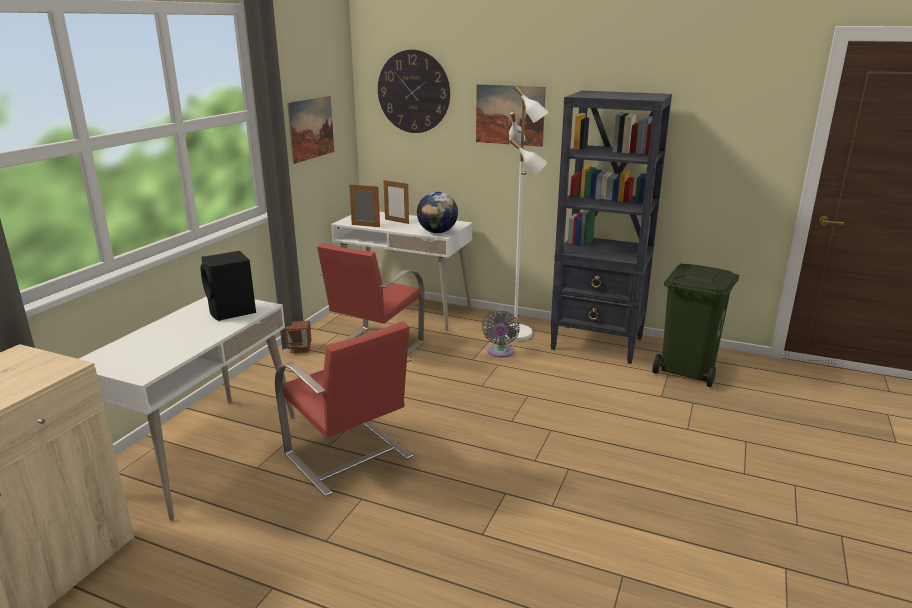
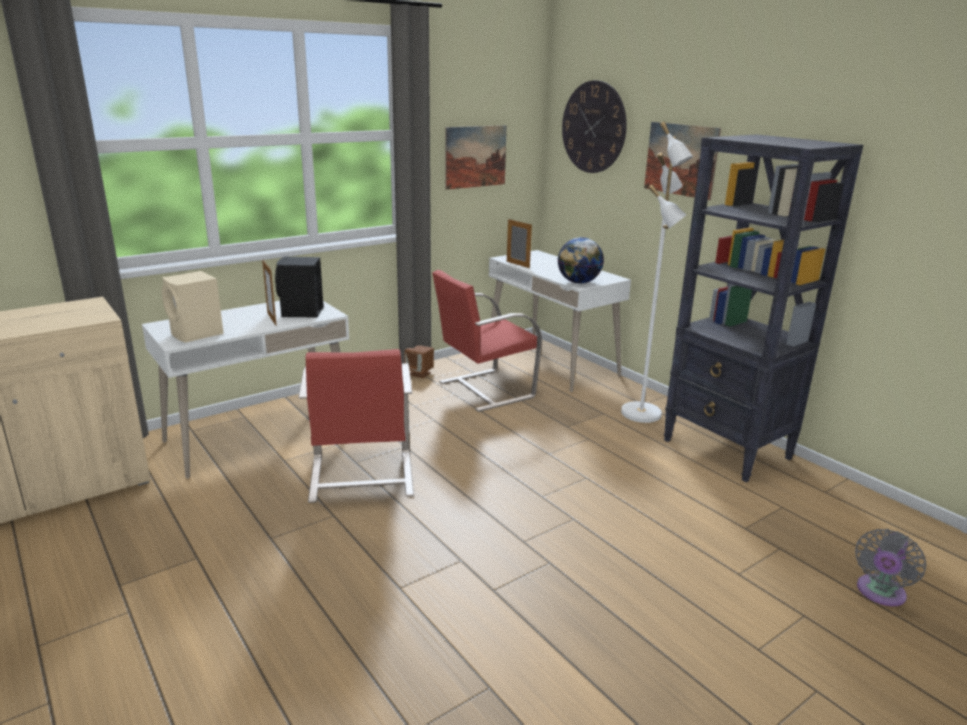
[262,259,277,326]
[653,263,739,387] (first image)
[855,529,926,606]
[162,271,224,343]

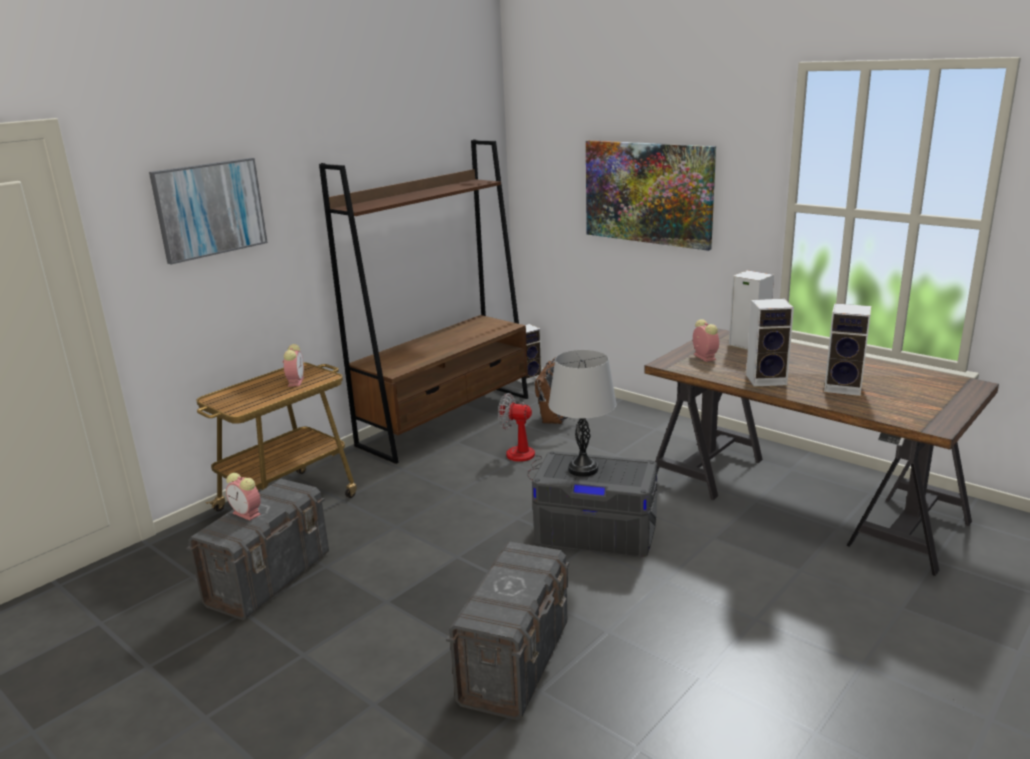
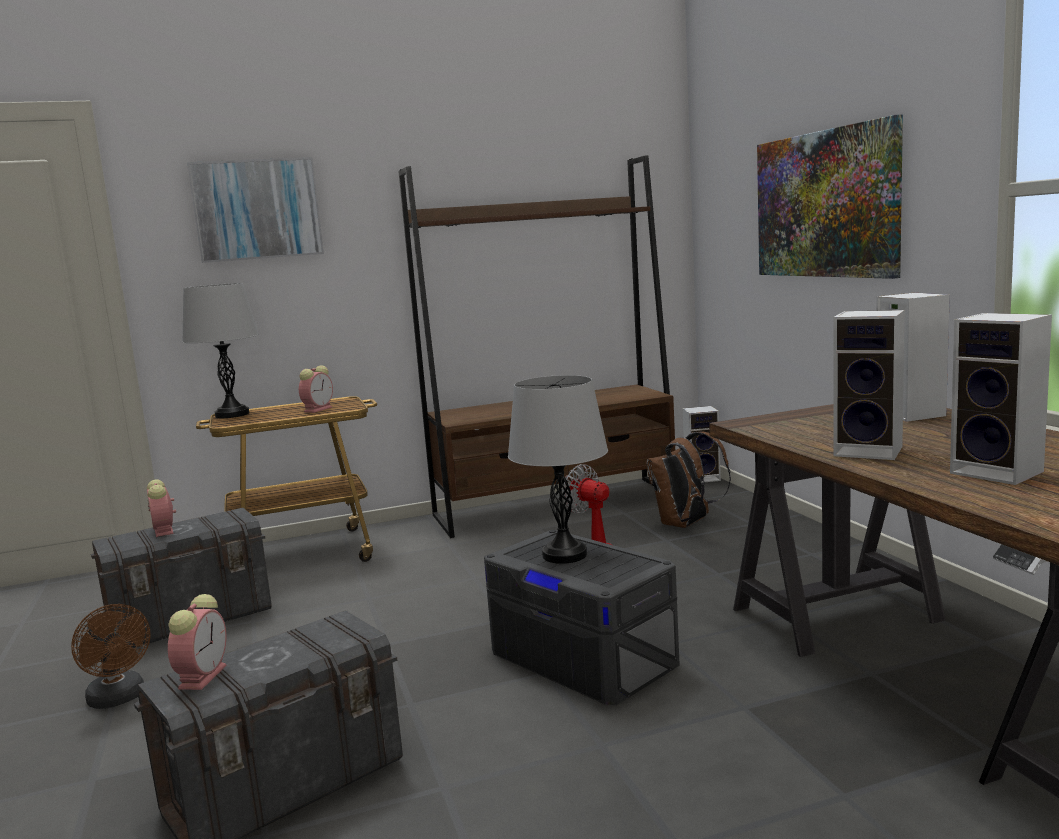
[168,594,226,690]
[182,283,259,418]
[71,604,151,709]

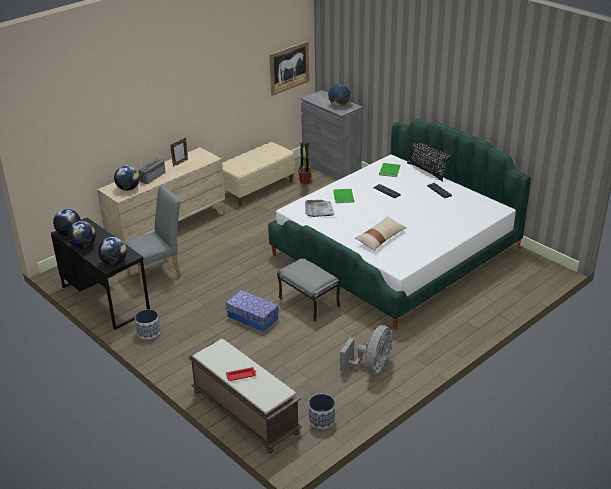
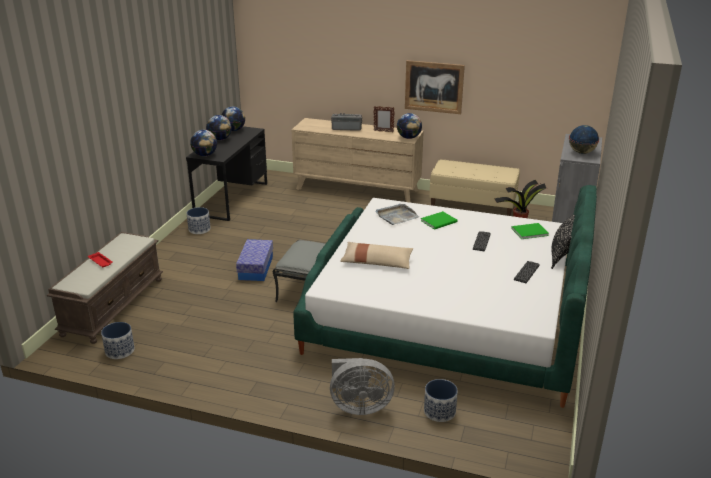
[405,60,465,114]
[397,113,422,139]
[123,185,181,291] (first image)
[330,358,395,415]
[424,379,458,422]

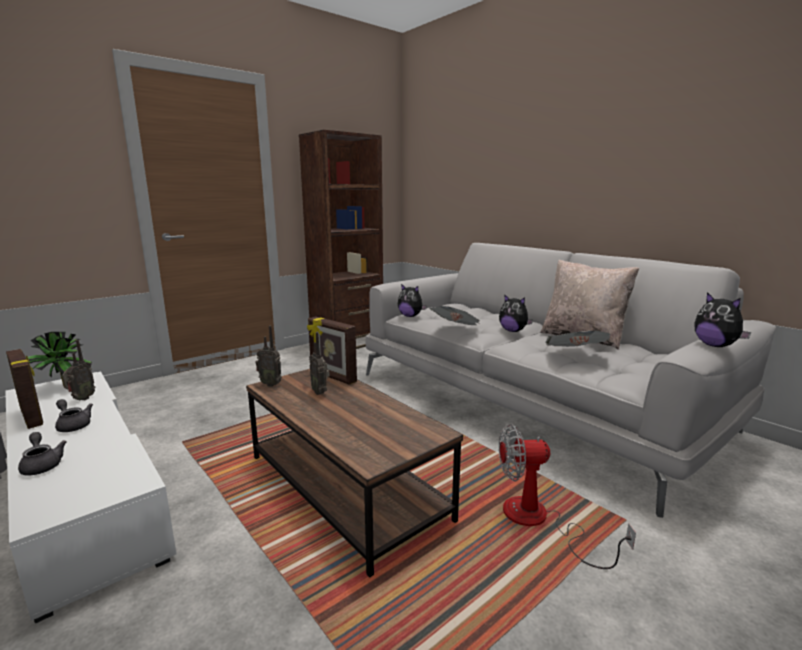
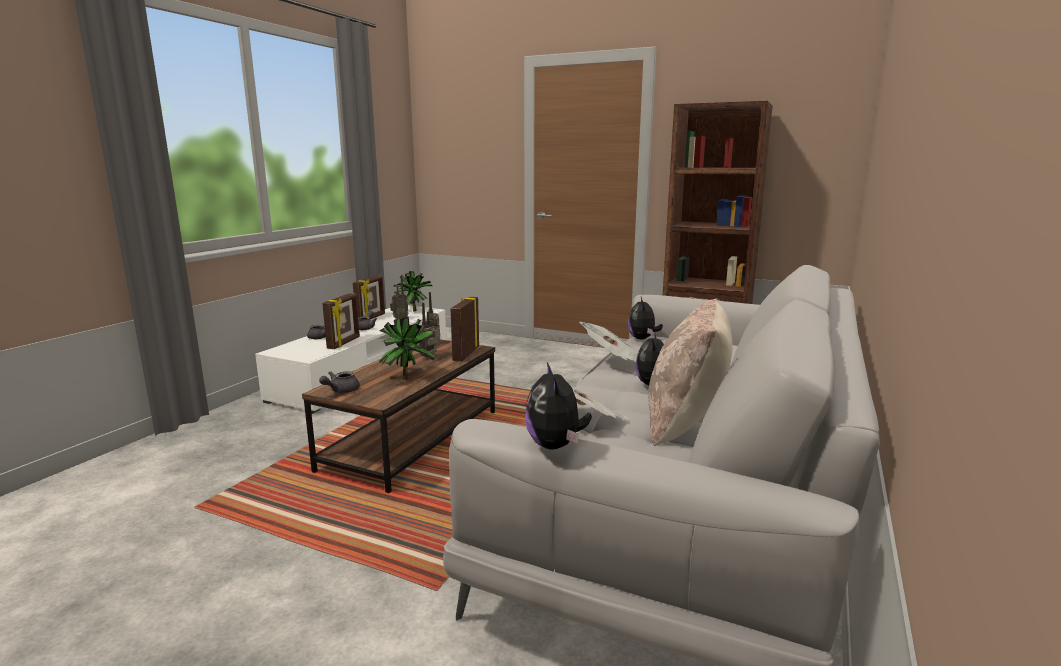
[525,362,592,450]
[499,424,636,569] (first image)
[322,293,360,349]
[379,316,436,379]
[319,371,360,393]

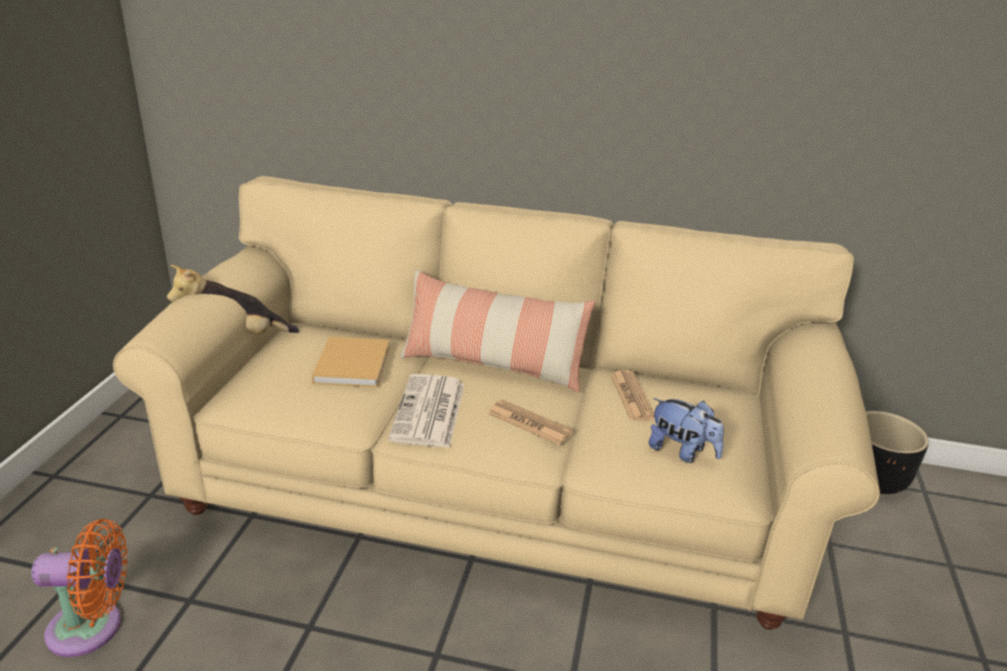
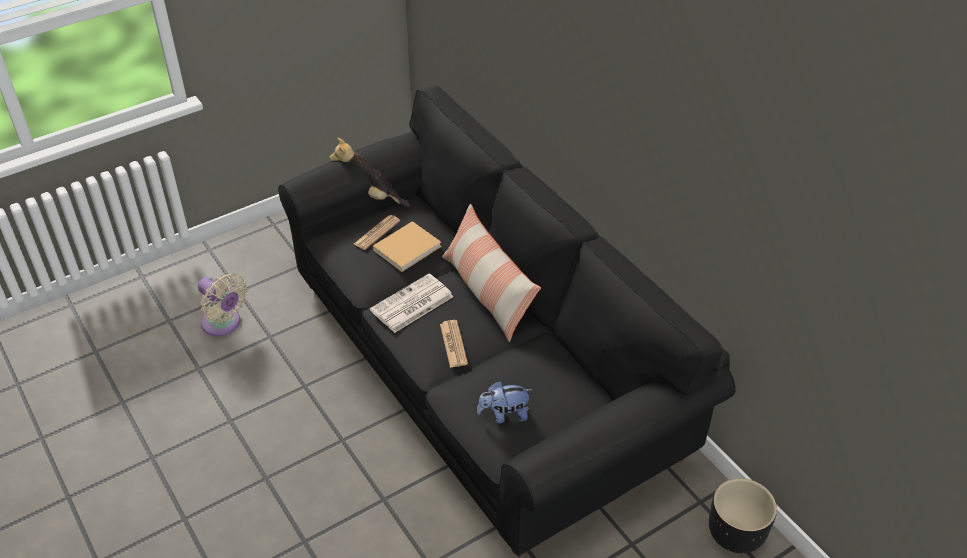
[278,85,736,557]
[354,215,400,250]
[477,381,533,424]
[198,273,248,336]

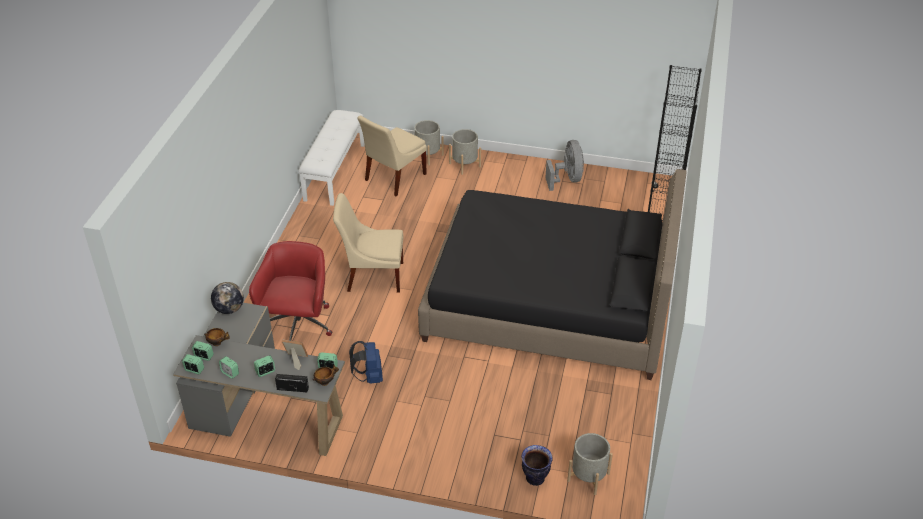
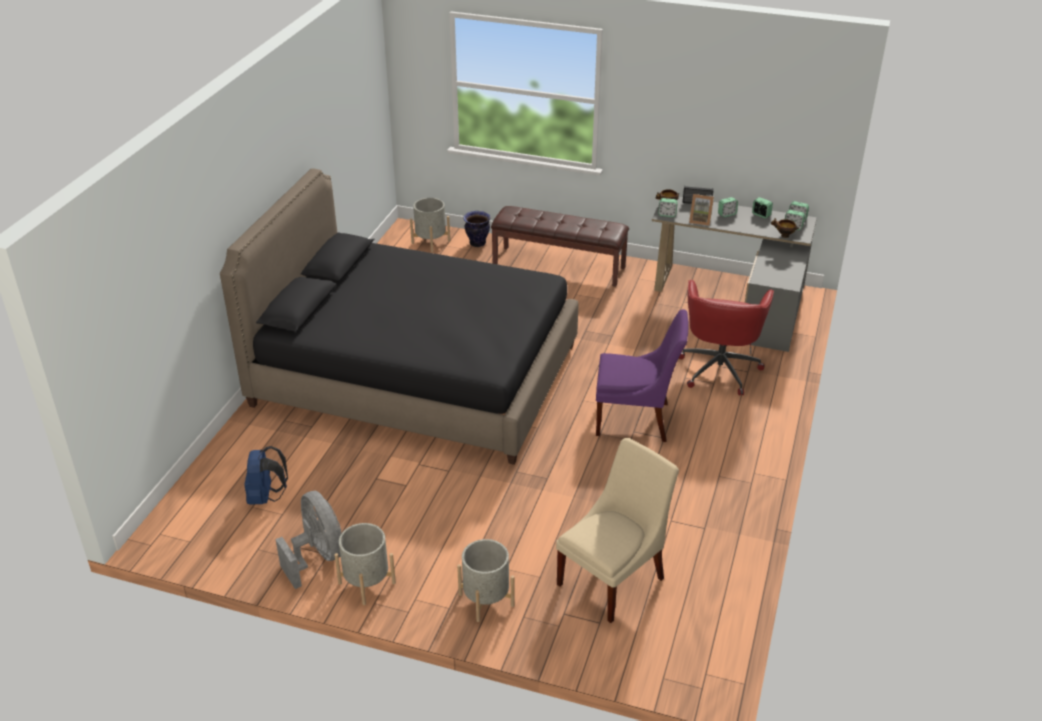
[648,65,702,219] (first image)
[298,110,365,206] (first image)
[334,523,396,605]
[275,491,341,589]
[596,309,688,442]
[211,282,244,314] (first image)
[244,446,288,505]
[491,206,629,287]

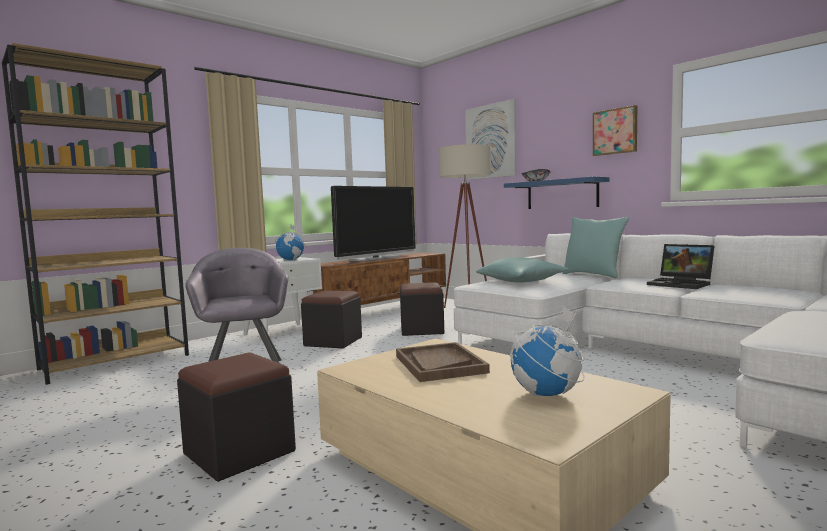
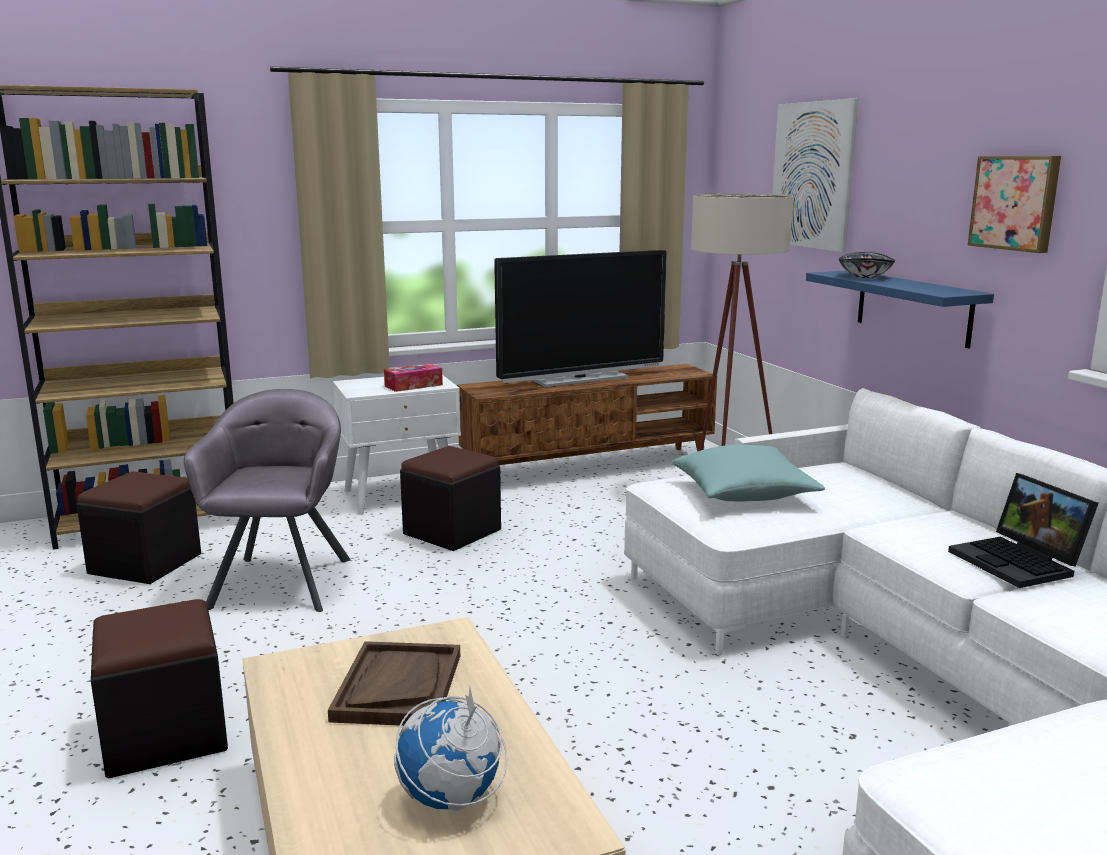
[562,217,629,278] (first image)
[384,363,443,392]
[77,471,201,584]

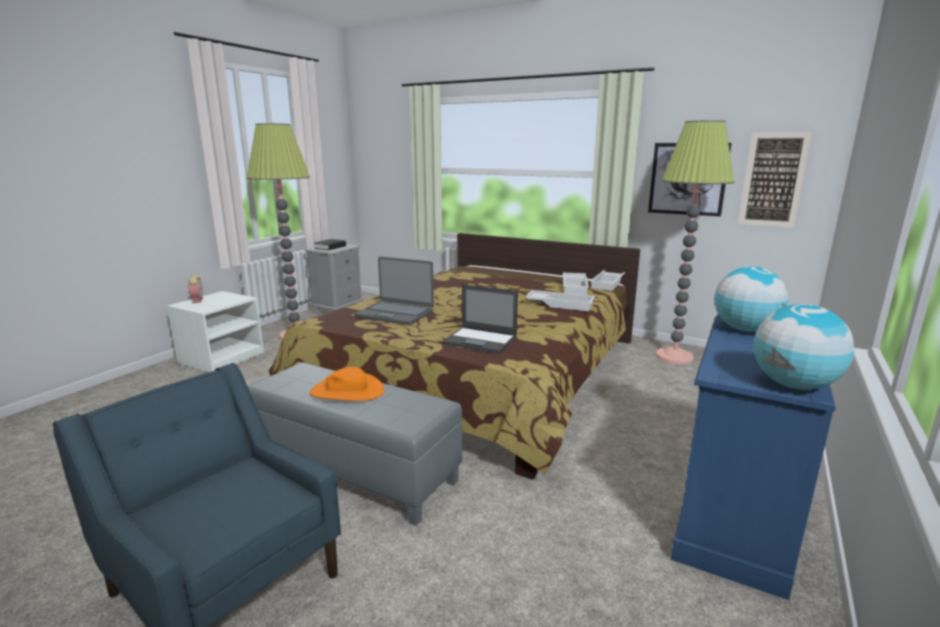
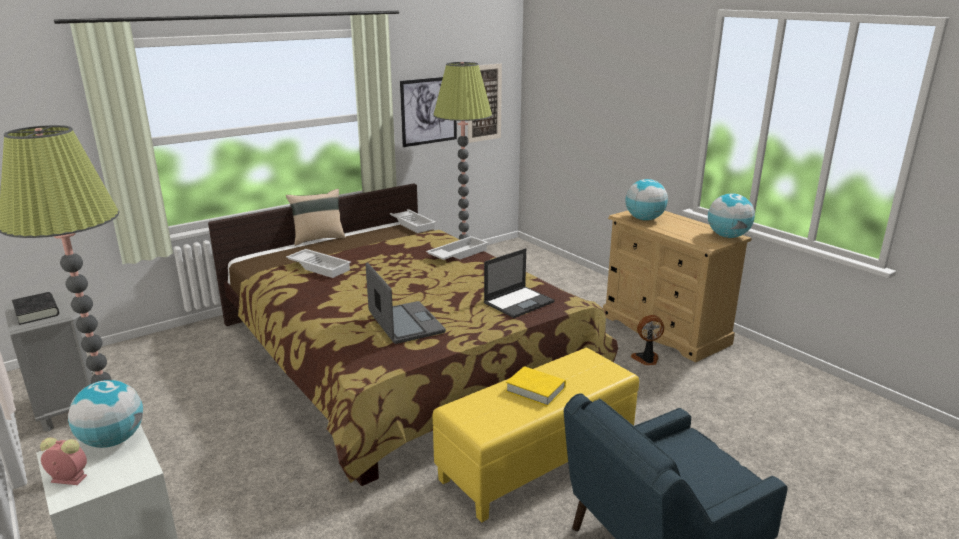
[366,263,446,344]
[286,249,351,278]
[603,211,752,363]
[433,348,639,522]
[506,366,566,407]
[286,189,346,246]
[631,315,664,365]
[68,380,143,448]

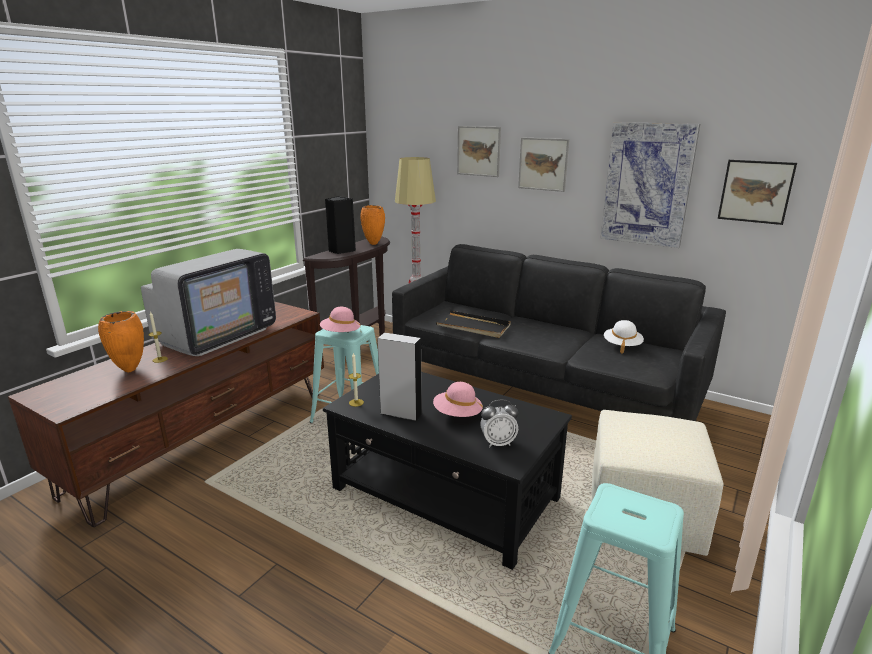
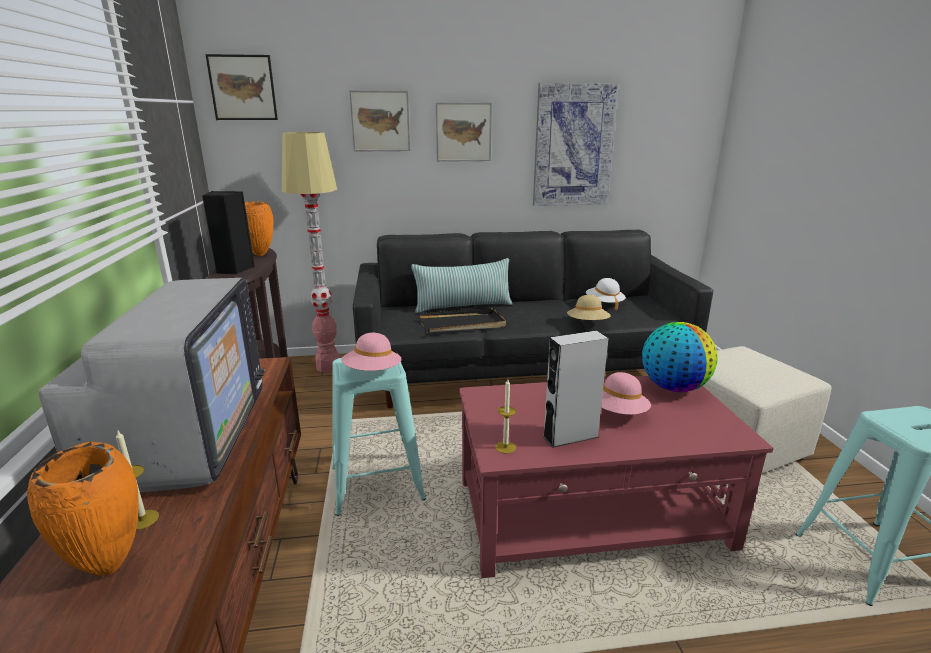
[205,54,278,120]
[459,376,774,578]
[480,400,519,447] (first image)
[411,258,512,313]
[567,295,610,320]
[642,322,718,392]

